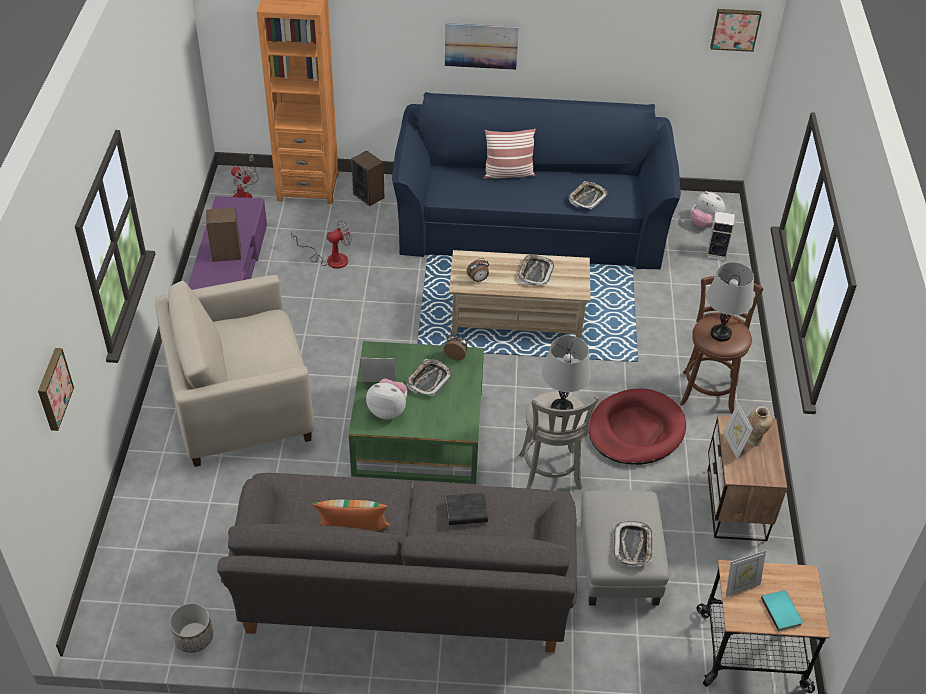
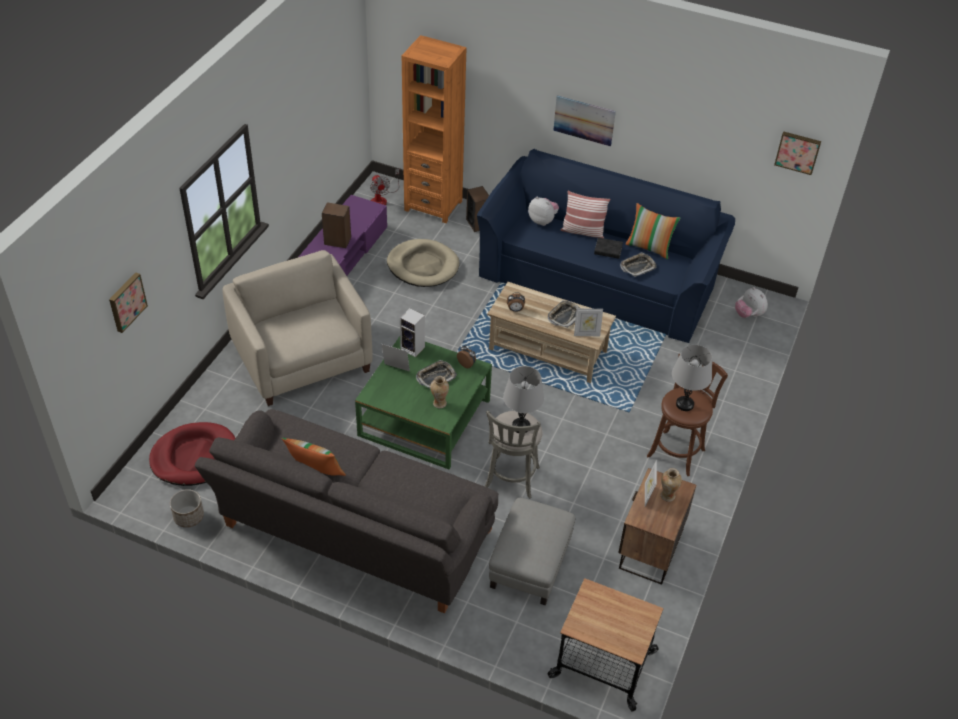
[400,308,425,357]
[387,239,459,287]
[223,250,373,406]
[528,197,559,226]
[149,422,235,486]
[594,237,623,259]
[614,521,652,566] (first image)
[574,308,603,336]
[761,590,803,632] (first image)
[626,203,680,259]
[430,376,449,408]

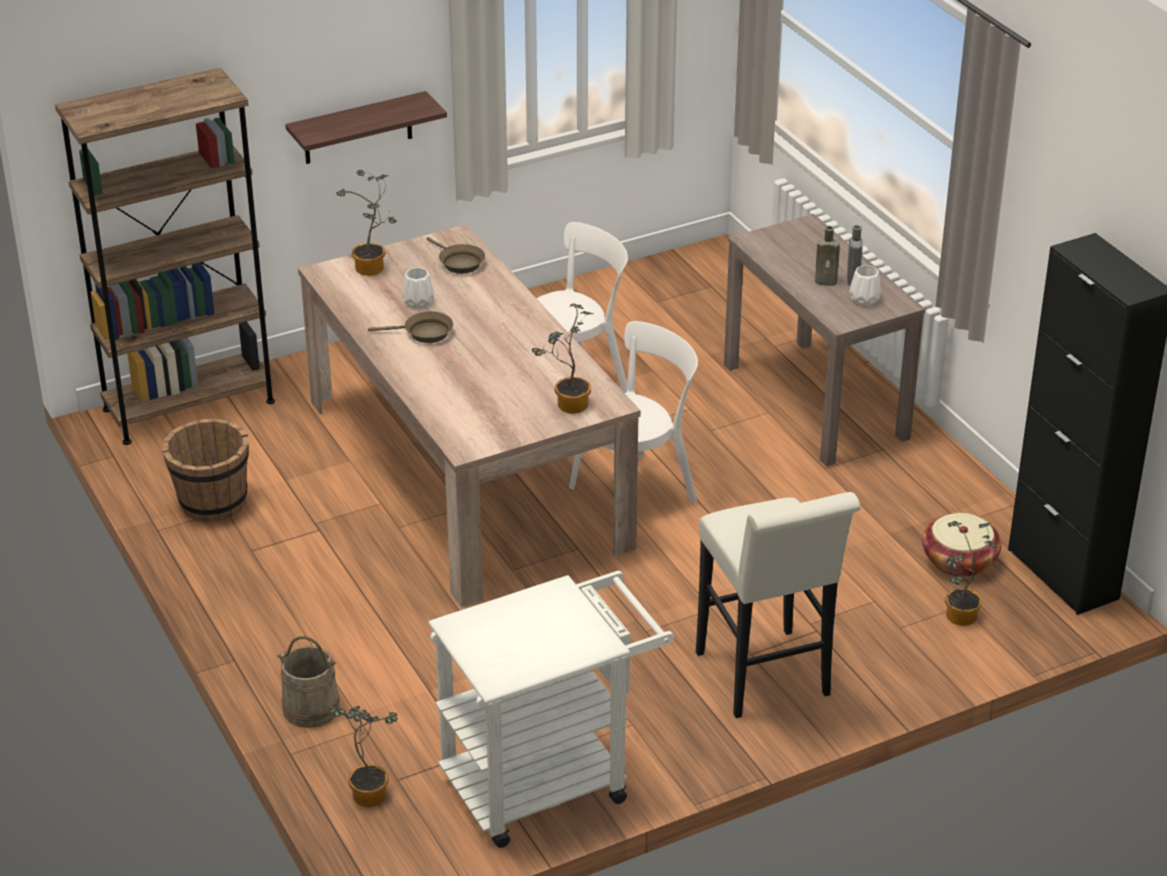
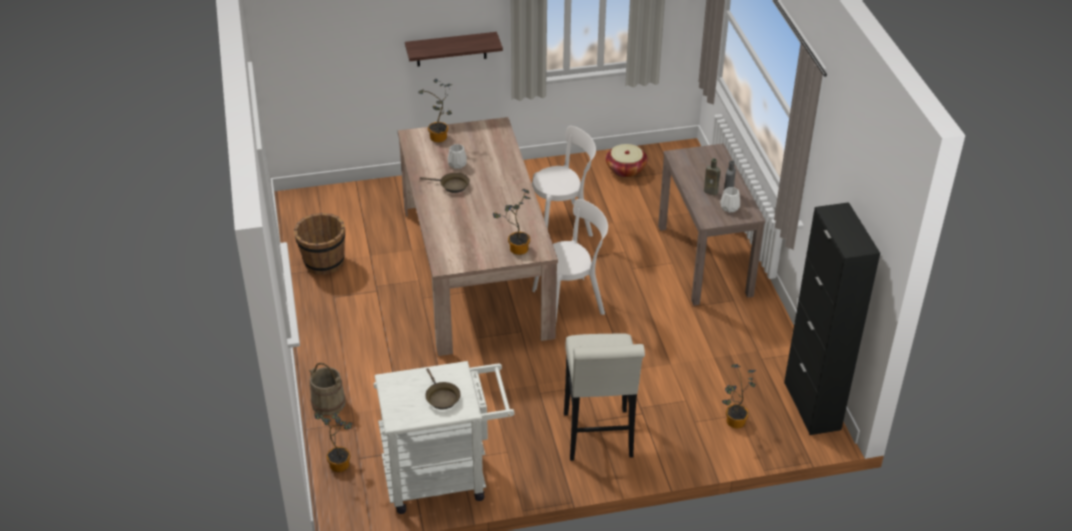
[55,68,275,445] (first image)
[425,368,461,410]
[606,144,647,178]

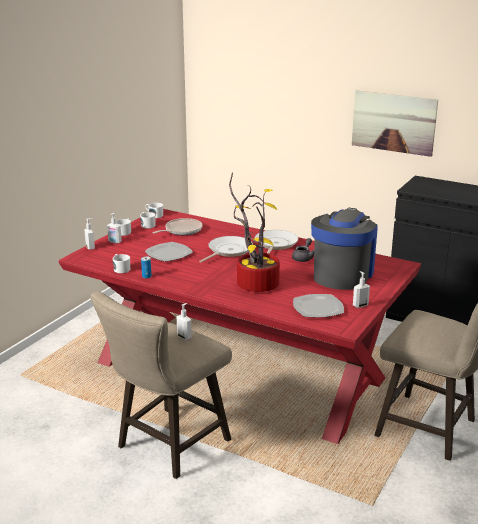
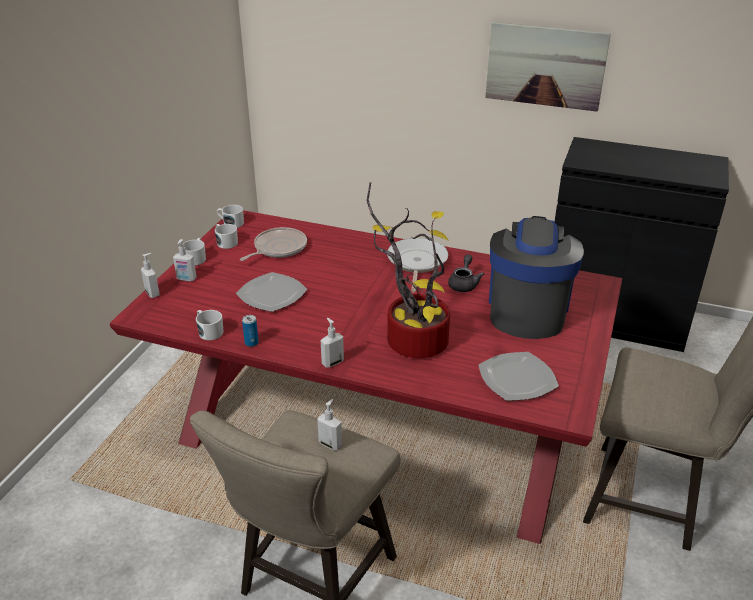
[199,236,253,263] (first image)
[321,318,344,368]

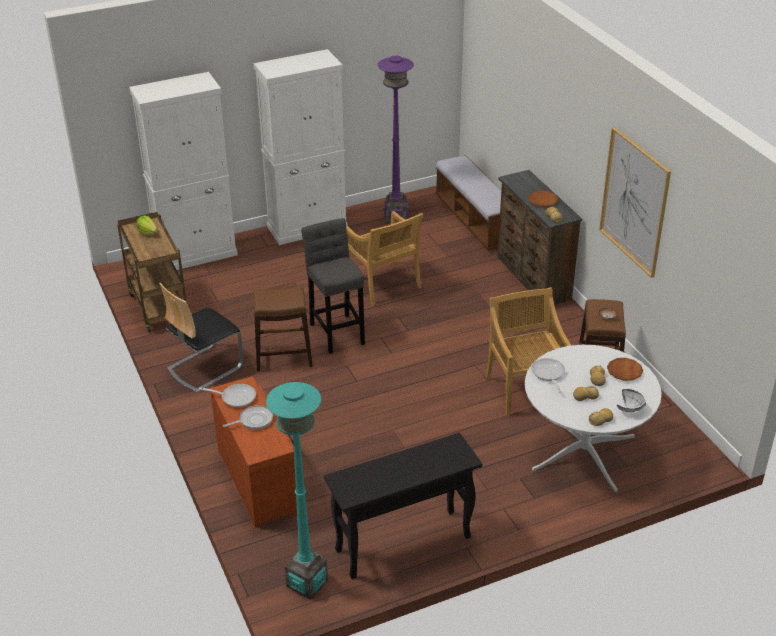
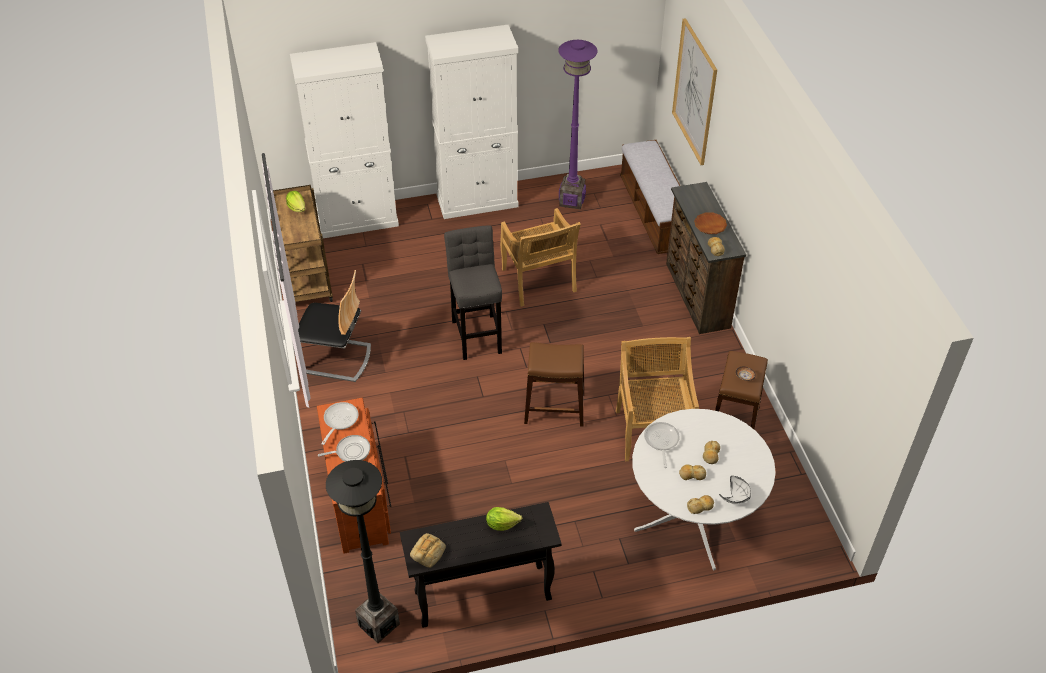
[672,18,717,165]
[293,270,371,382]
[524,342,584,426]
[607,358,643,381] (first image)
[326,460,400,643]
[321,402,359,445]
[486,507,522,531]
[410,533,446,568]

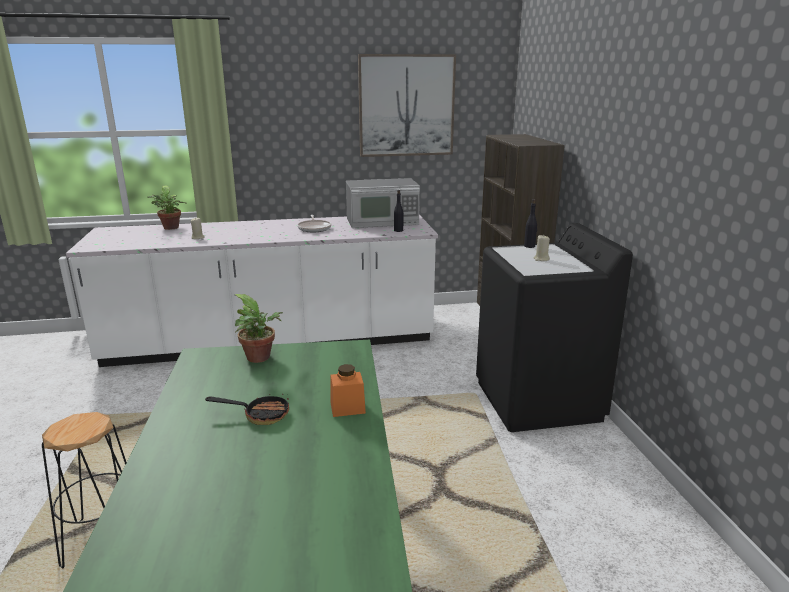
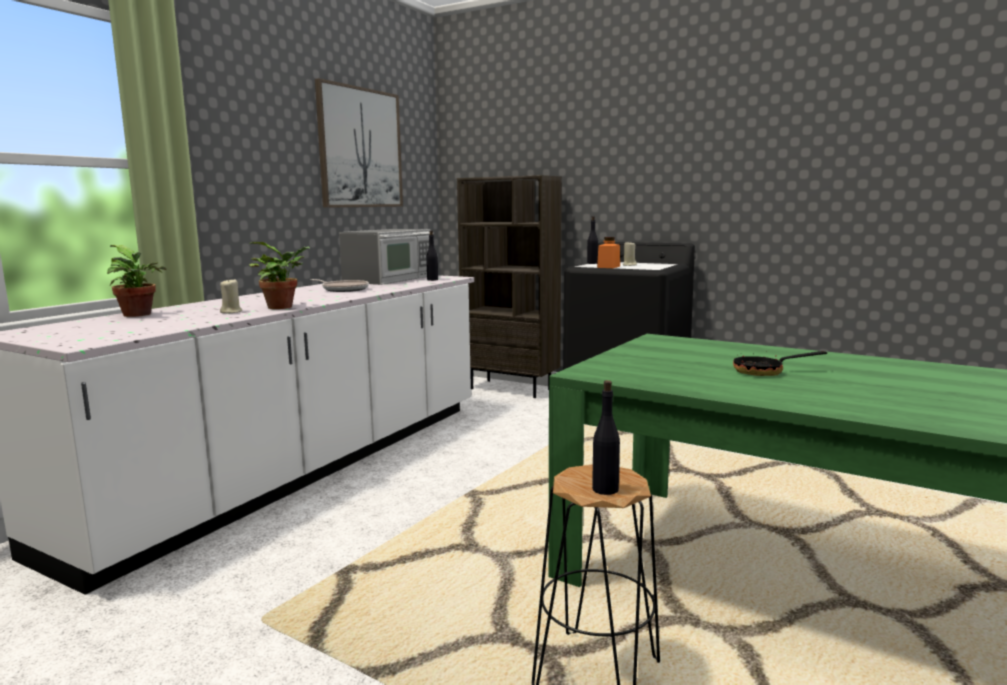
[249,242,310,309]
[597,237,620,268]
[733,351,827,376]
[592,380,620,495]

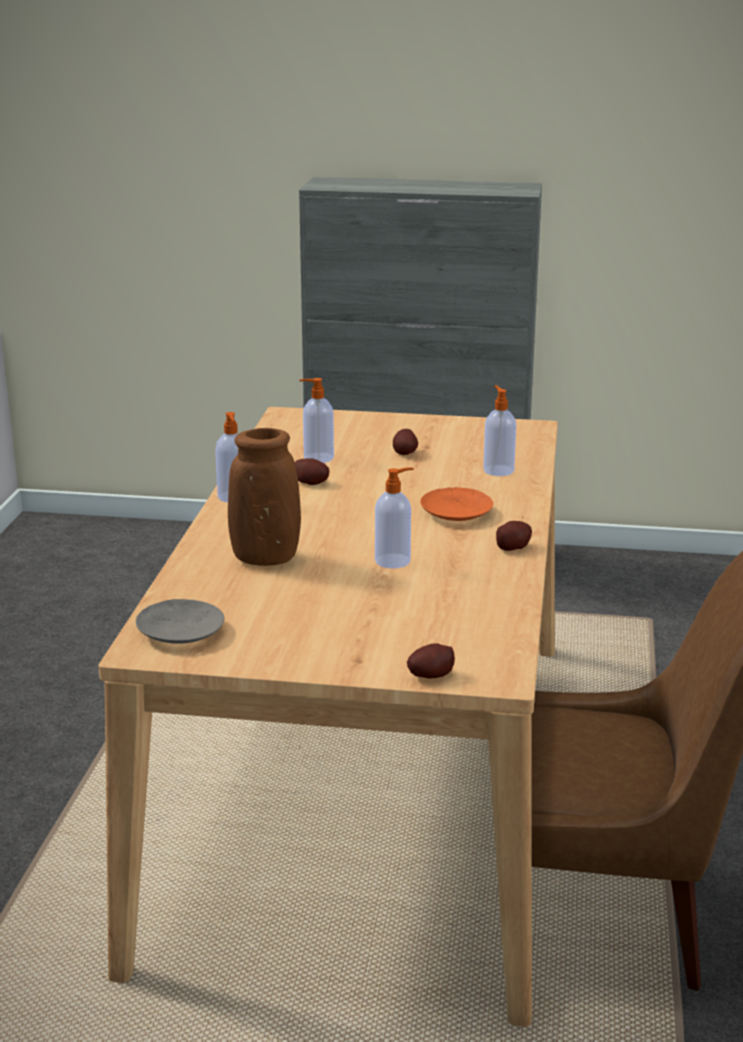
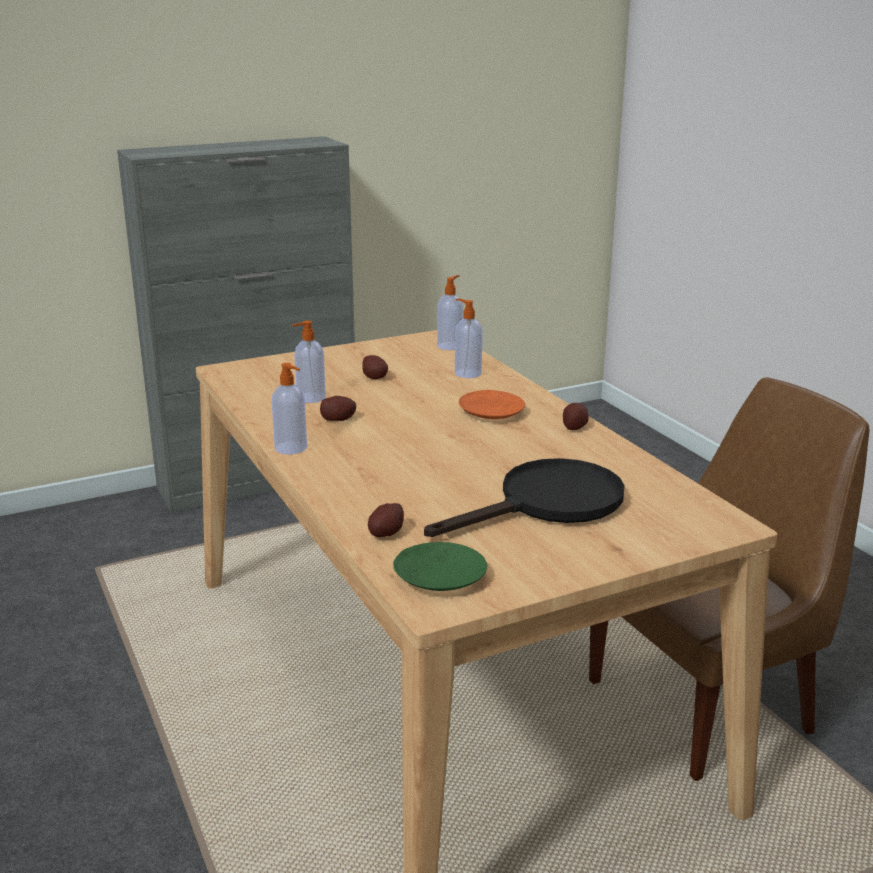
[228,428,301,566] (first image)
[437,275,463,350]
[393,542,487,591]
[368,503,404,537]
[424,458,625,537]

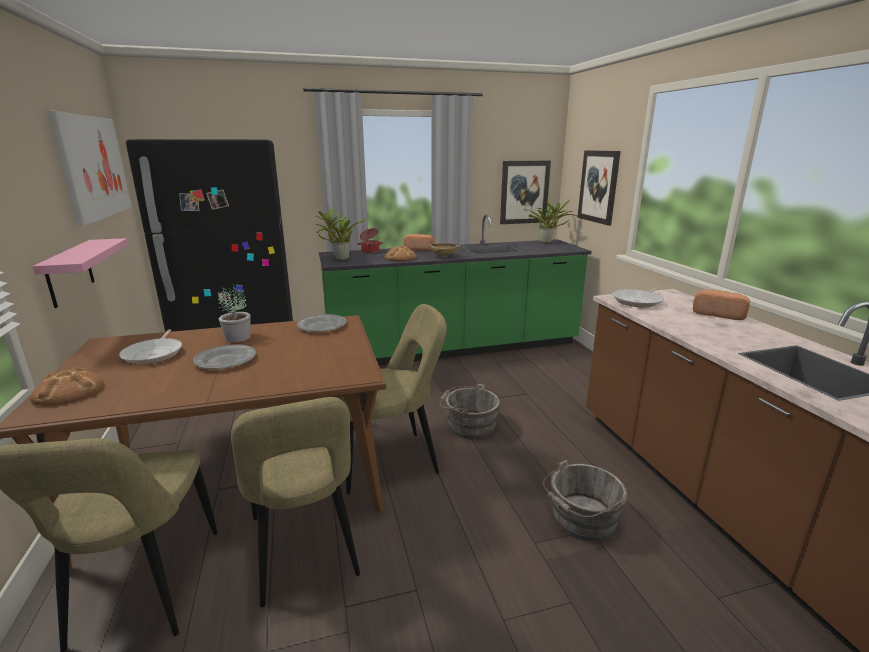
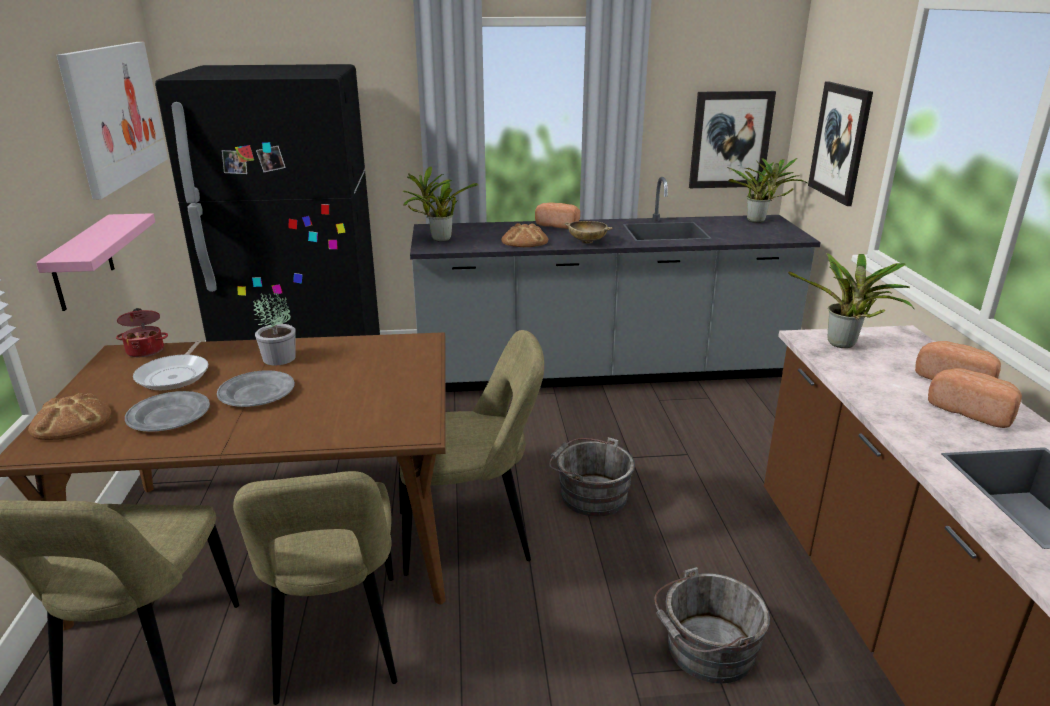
[410,177,821,392]
[116,308,168,357]
[788,253,914,348]
[125,391,210,432]
[928,368,1022,428]

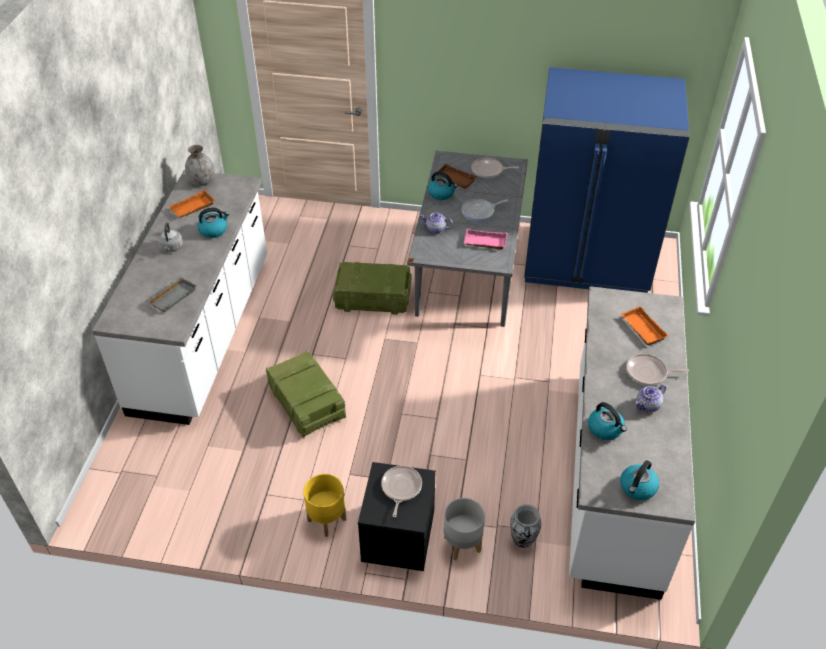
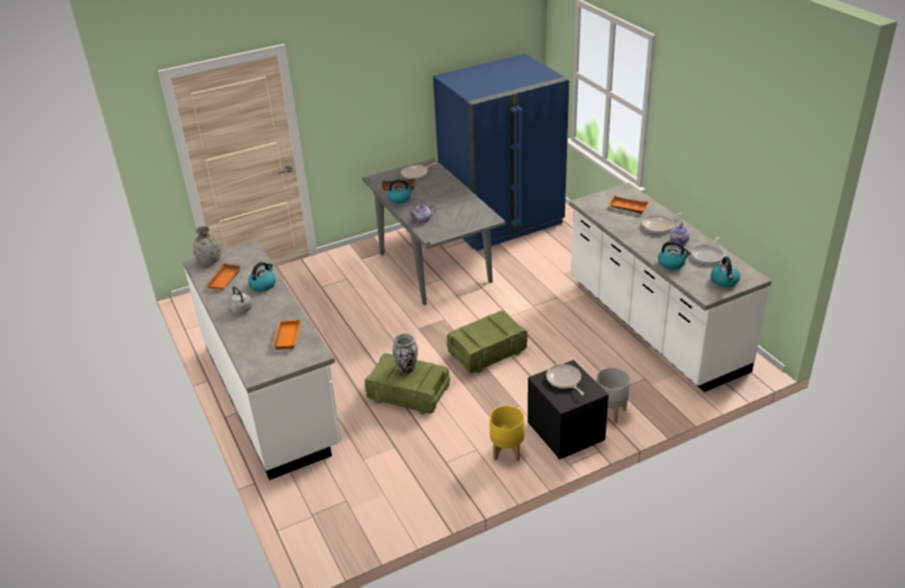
[691,236,724,265]
[464,229,508,250] (first image)
[447,310,527,373]
[272,320,301,350]
[392,333,418,374]

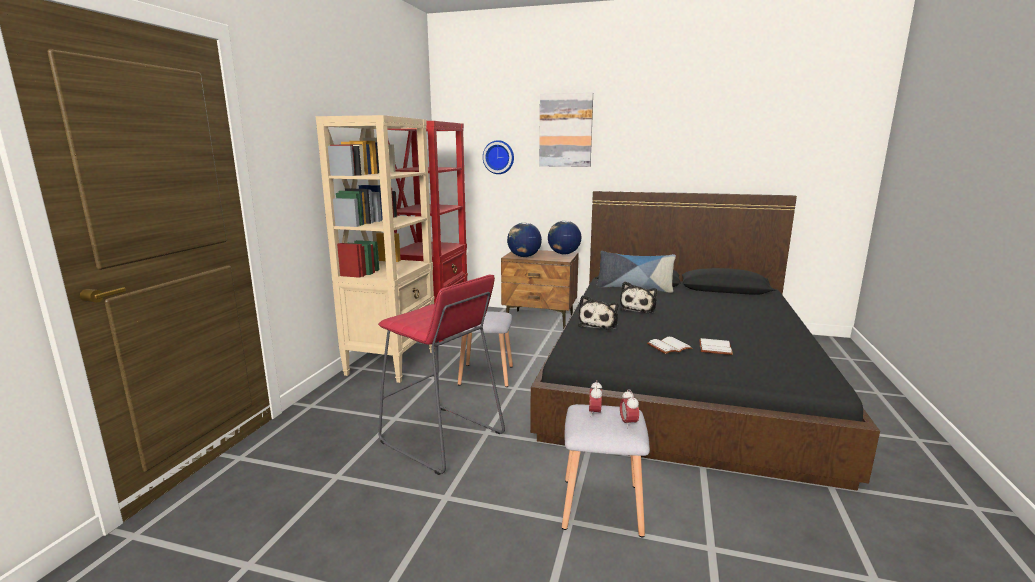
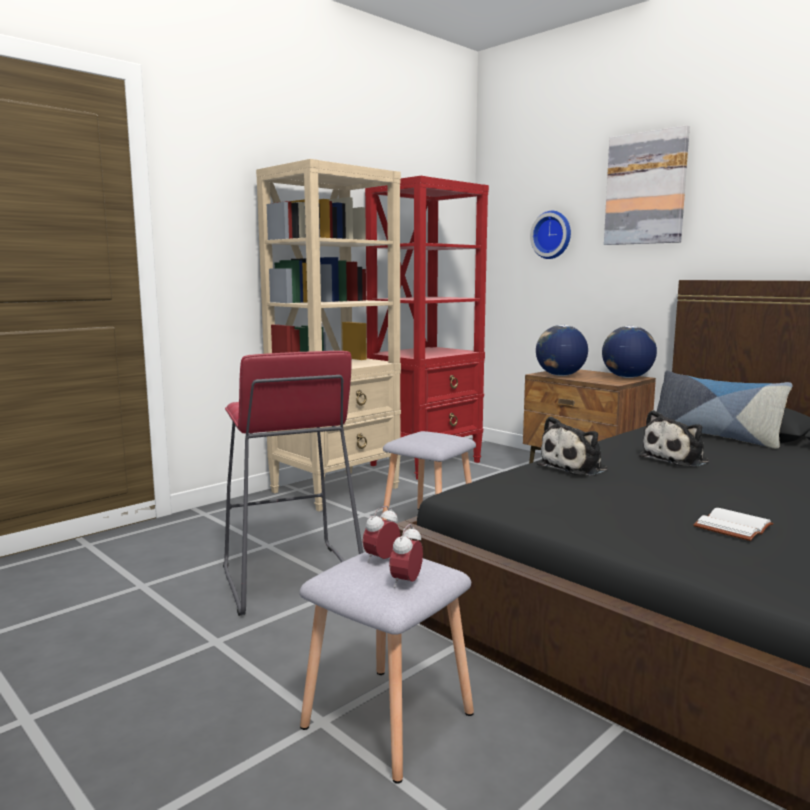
[647,337,693,354] (first image)

